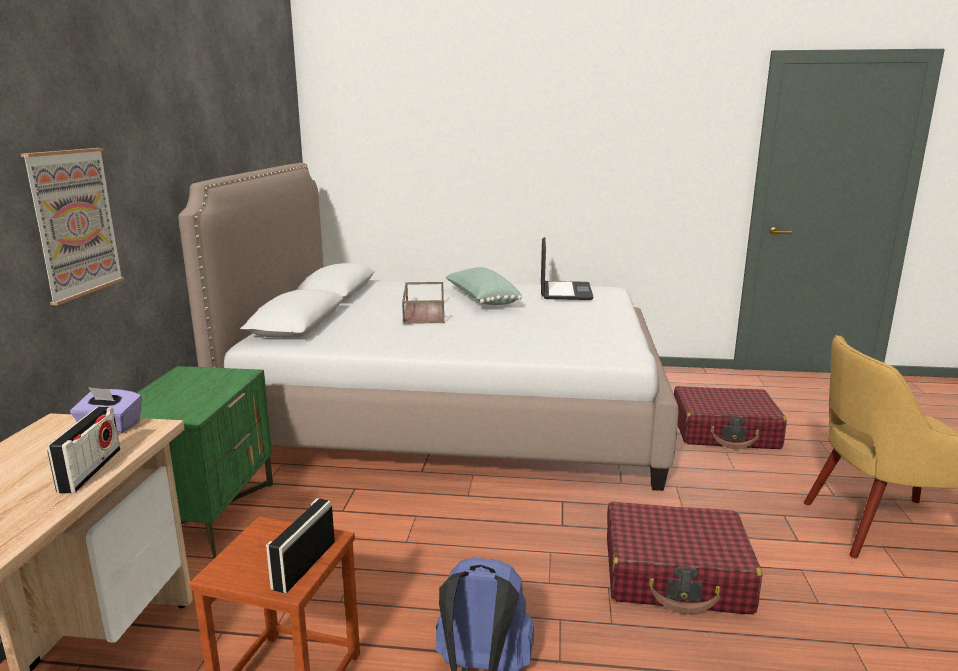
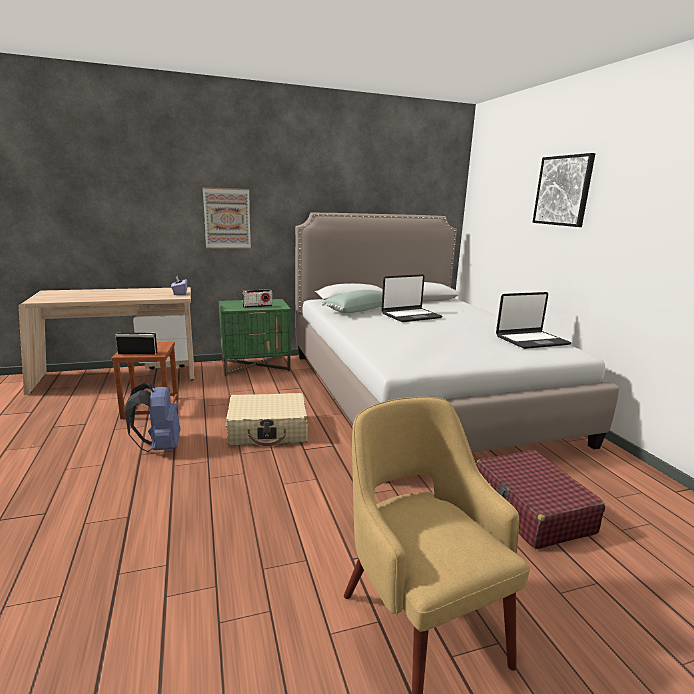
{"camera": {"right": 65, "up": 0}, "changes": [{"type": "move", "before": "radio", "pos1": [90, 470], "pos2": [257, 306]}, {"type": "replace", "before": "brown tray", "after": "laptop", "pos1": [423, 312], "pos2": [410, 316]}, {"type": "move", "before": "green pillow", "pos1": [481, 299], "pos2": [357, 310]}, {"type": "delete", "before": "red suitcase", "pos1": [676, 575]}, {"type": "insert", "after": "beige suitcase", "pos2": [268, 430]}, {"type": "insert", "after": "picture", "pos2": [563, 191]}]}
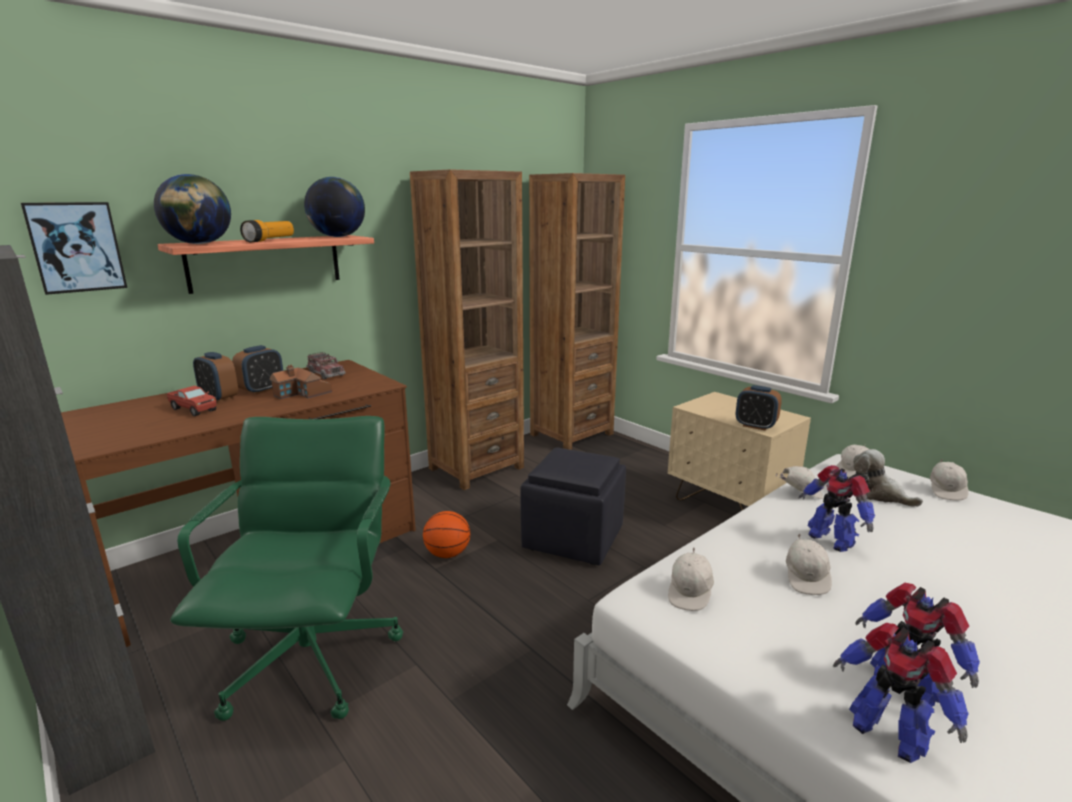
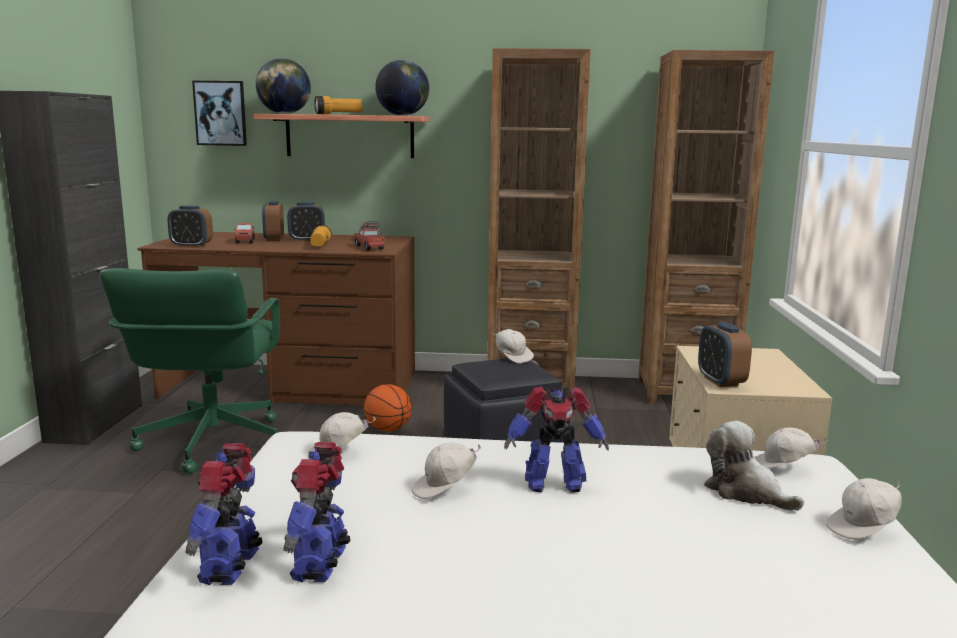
{"camera": {"right": 45, "up": -5}, "changes": [{"type": "rotate", "before": "green office chair", "pos1": [313, 657], "pos2": [211, 443], "turn": 135}, {"type": "replace", "before": "toy house", "after": "flashlight", "pos1": [303, 393], "pos2": [320, 245]}, {"type": "move", "before": "white cap", "pos1": [799, 493], "pos2": [512, 357]}, {"type": "rotate", "before": "toy robot", "pos1": [831, 539], "pos2": [553, 484], "turn": -105}, {"type": "rotate", "before": "plush toy", "pos1": [878, 494], "pos2": [745, 492], "turn": -45}, {"type": "insert", "after": "alarm clock", "pos2": [191, 246]}, {"type": "insert", "after": "toy truck", "pos2": [369, 248]}]}
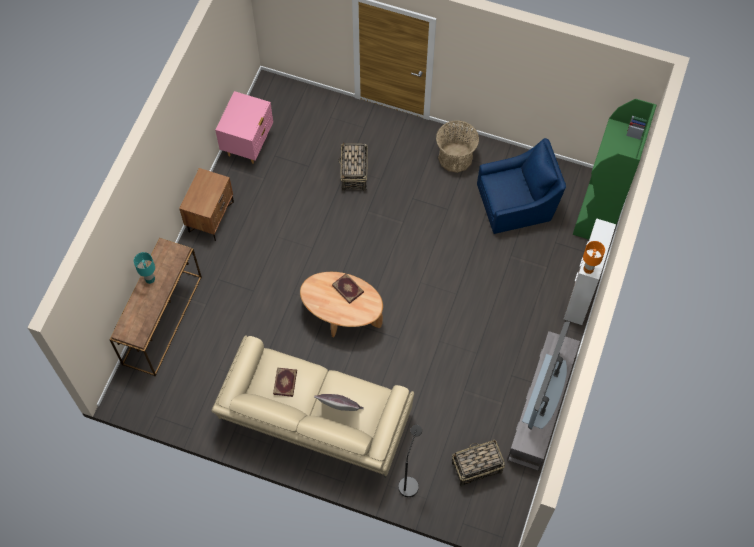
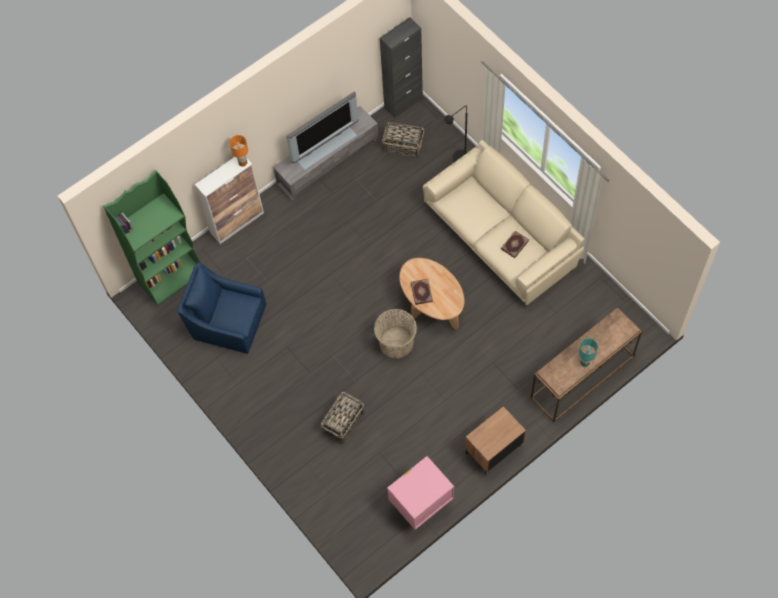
{"camera": {"right": -145, "up": 0}, "changes": [{"type": "delete", "before": "grey pillow", "pos1": [339, 409]}, {"type": "move", "before": "basket", "pos1": [455, 157], "pos2": [396, 343]}, {"type": "insert", "after": "black cabinet", "pos2": [403, 103]}]}
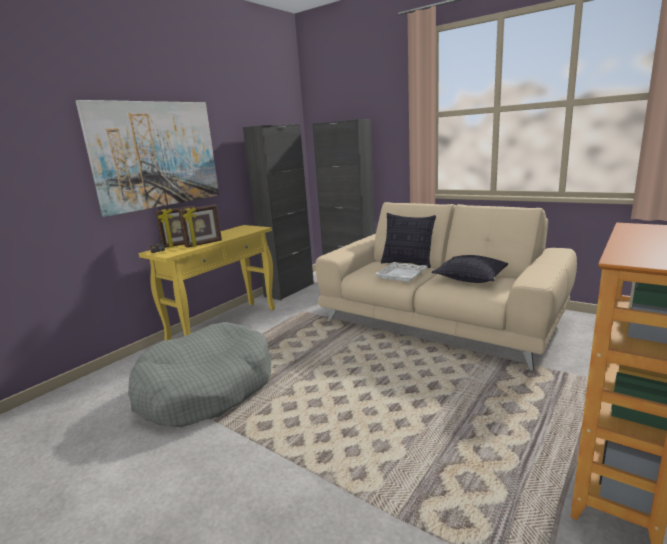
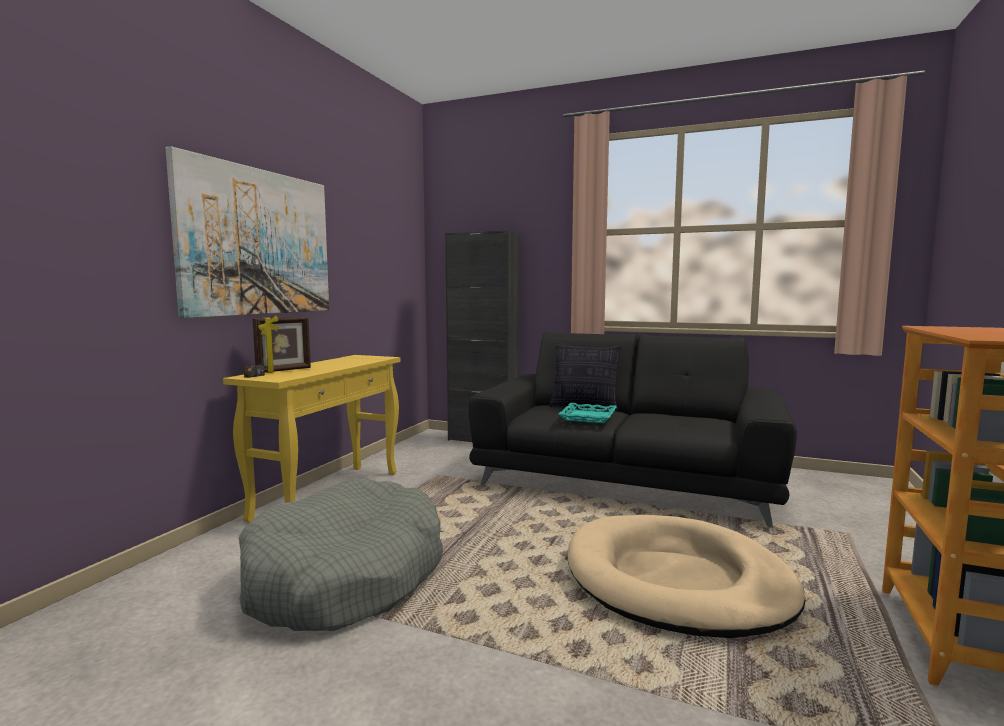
{"camera": {"right": -15, "up": -10}, "changes": [{"type": "delete", "before": "picture frame", "pos1": [204, 244]}, {"type": "delete", "before": "black cabinet", "pos1": [289, 290]}, {"type": "recolor", "before": "beige sofa", "after": "black sofa", "pos1": [440, 320], "pos2": [627, 479]}, {"type": "recolor", "before": "white tray", "after": "turquoise tray", "pos1": [401, 275], "pos2": [587, 417]}, {"type": "delete", "before": "pillow", "pos1": [471, 278]}, {"type": "insert", "after": "beige dog bed", "pos2": [677, 581]}]}
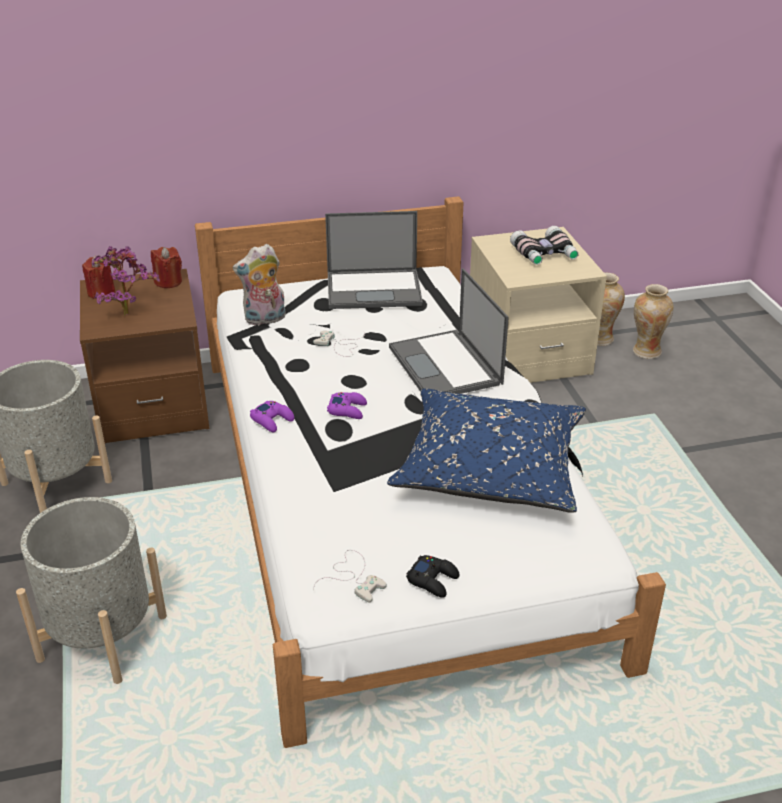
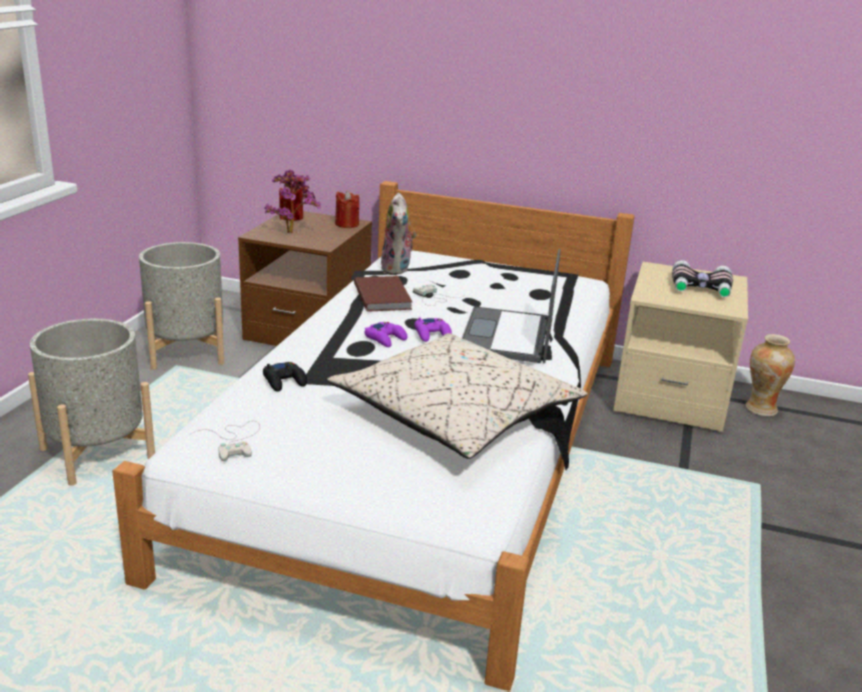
{"camera": {"right": 30, "up": -10}, "changes": [{"type": "rotate", "before": "plush toy", "pos1": [264, 320], "pos2": [398, 269], "turn": -105}, {"type": "move", "before": "purple game controller", "pos1": [272, 420], "pos2": [432, 334]}, {"type": "delete", "before": "laptop", "pos1": [375, 289]}, {"type": "recolor", "before": "blue pillow", "after": "beige pillow", "pos1": [490, 468], "pos2": [455, 416]}, {"type": "move", "before": "black game controller", "pos1": [433, 580], "pos2": [284, 381]}, {"type": "delete", "before": "vase", "pos1": [646, 352]}, {"type": "insert", "after": "brown book", "pos2": [384, 296]}]}
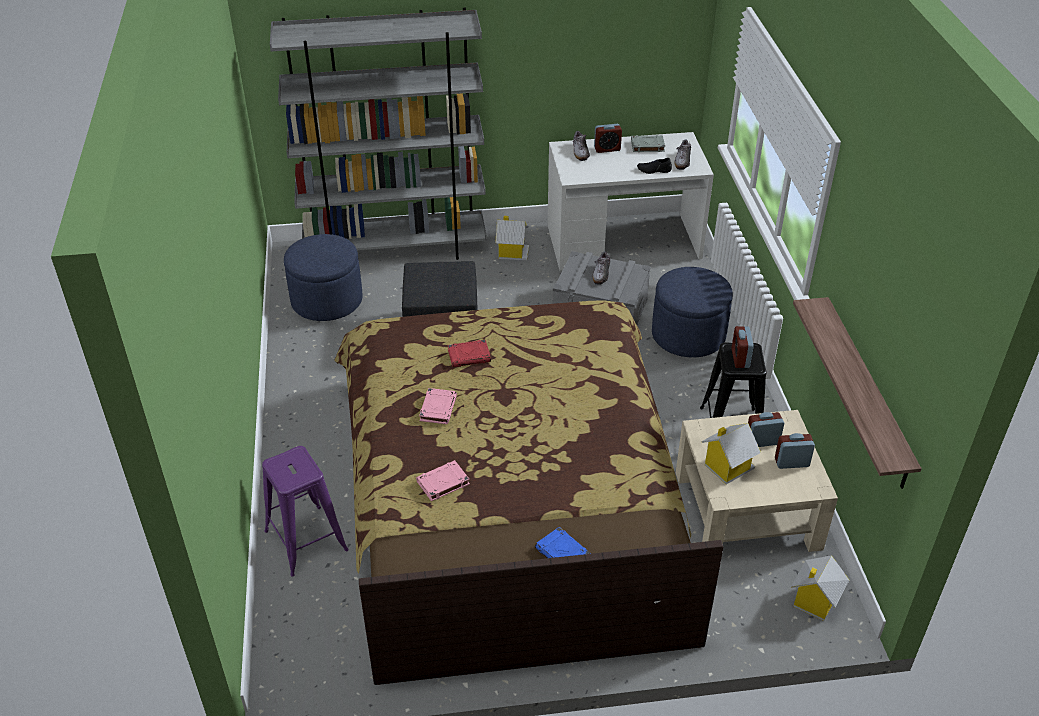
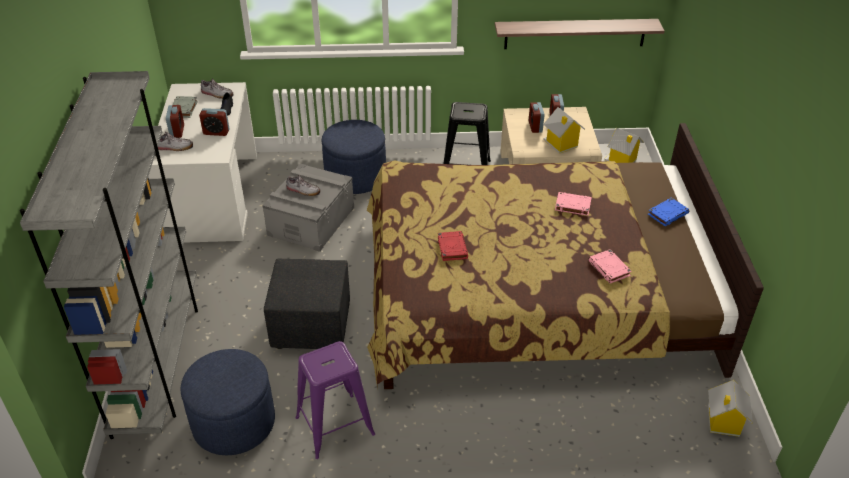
{"camera": {"right": -85, "up": 0}, "changes": [{"type": "move", "before": "purple stool", "pos1": [306, 541], "pos2": [335, 425]}, {"type": "move", "before": "pink book", "pos1": [438, 408], "pos2": [572, 206]}, {"type": "move", "before": "toy house", "pos1": [512, 252], "pos2": [723, 422]}, {"type": "move", "before": "alarm clock", "pos1": [740, 358], "pos2": [216, 132]}]}
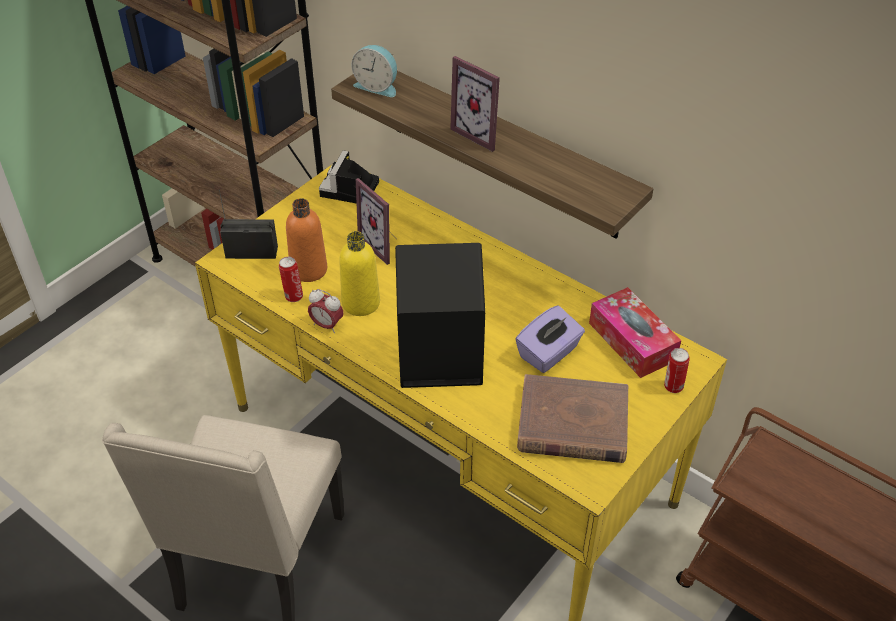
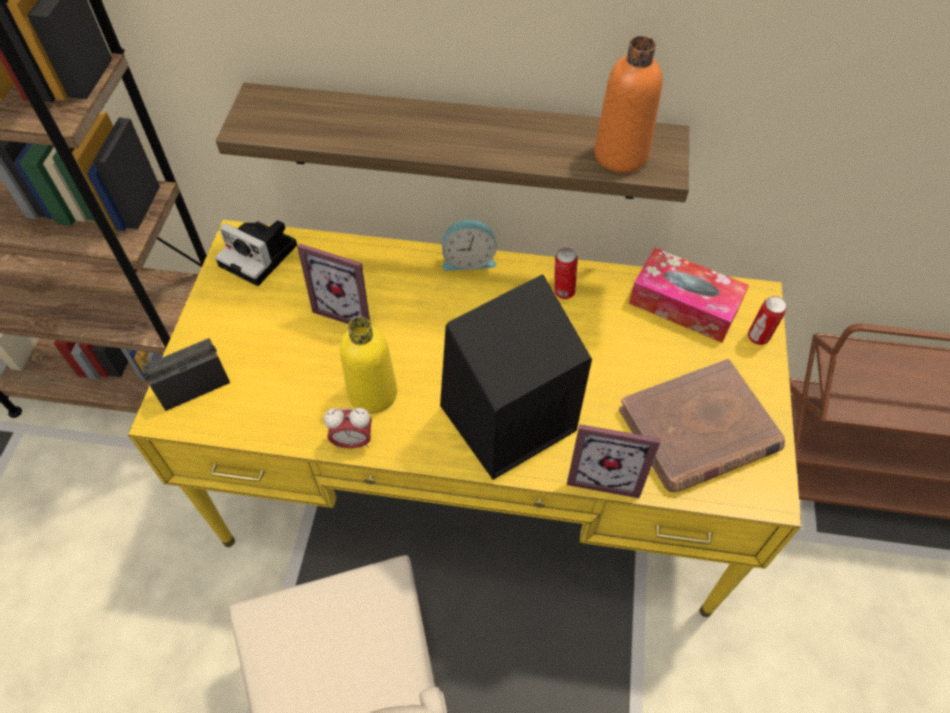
{"camera": {"right": -30, "up": 10}, "changes": [{"type": "move", "before": "can", "pos1": [293, 296], "pos2": [563, 291]}, {"type": "move", "before": "orange bottle", "pos1": [309, 270], "pos2": [621, 155]}, {"type": "rotate", "before": "photo camera", "pos1": [349, 190], "pos2": [261, 256], "turn": -45}, {"type": "move", "before": "alarm clock", "pos1": [377, 86], "pos2": [468, 259]}, {"type": "move", "before": "picture frame", "pos1": [481, 133], "pos2": [605, 472]}, {"type": "delete", "before": "purple tissue box", "pos1": [549, 353]}]}
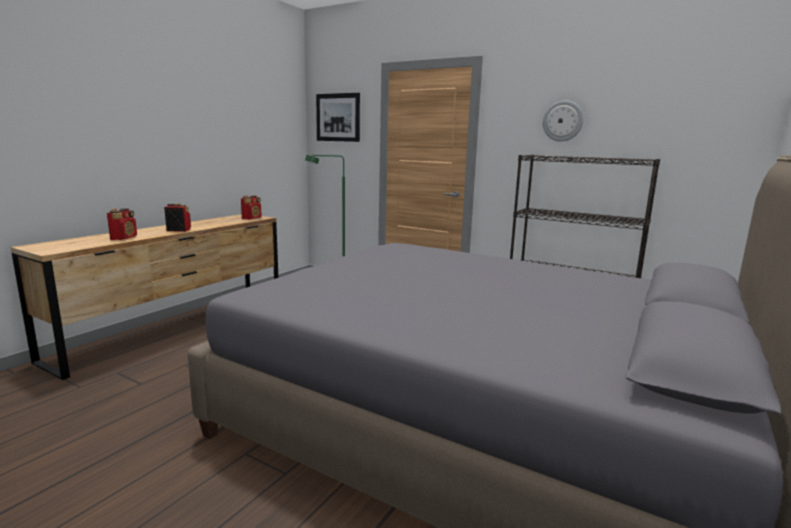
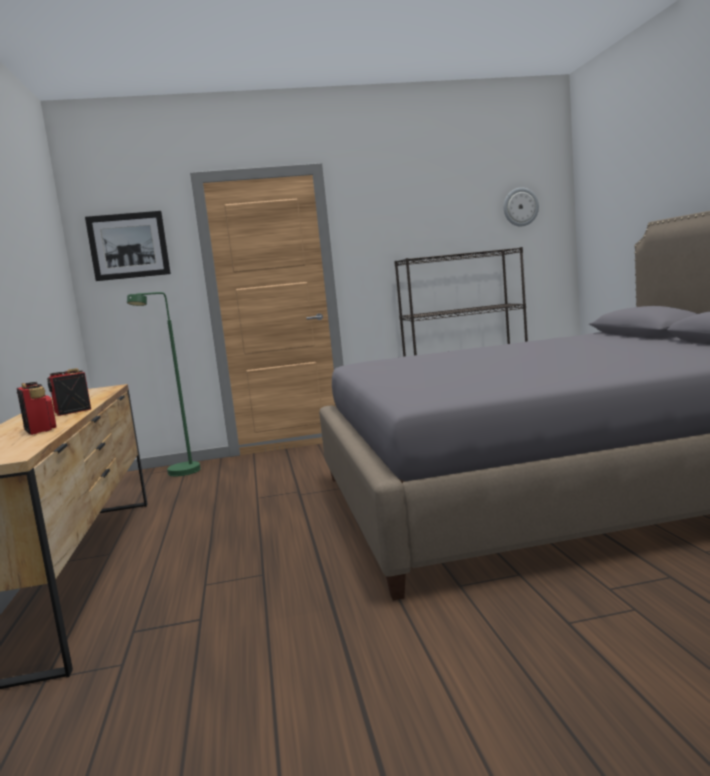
{"camera": {"right": -40, "up": -5}, "changes": [{"type": "delete", "before": "radio", "pos1": [252, 218]}, {"type": "move", "before": "wall clock", "pos1": [563, 121], "pos2": [520, 207]}]}
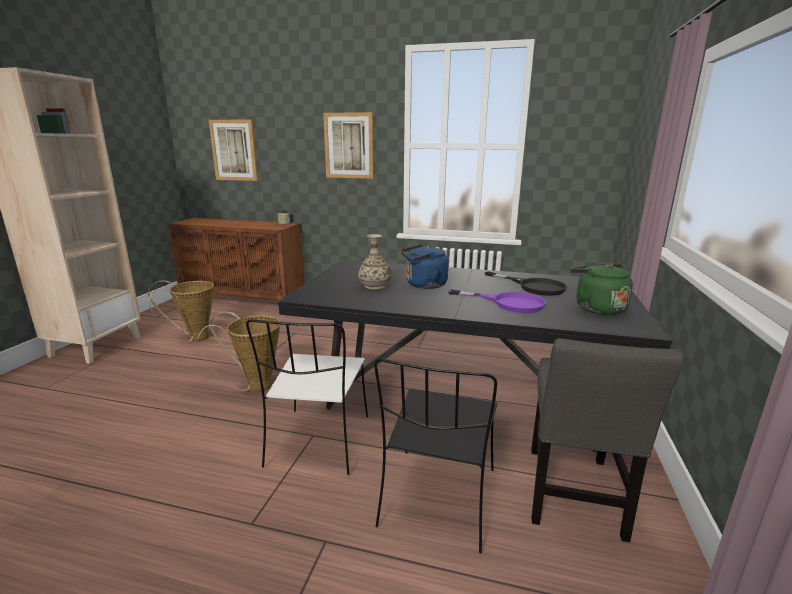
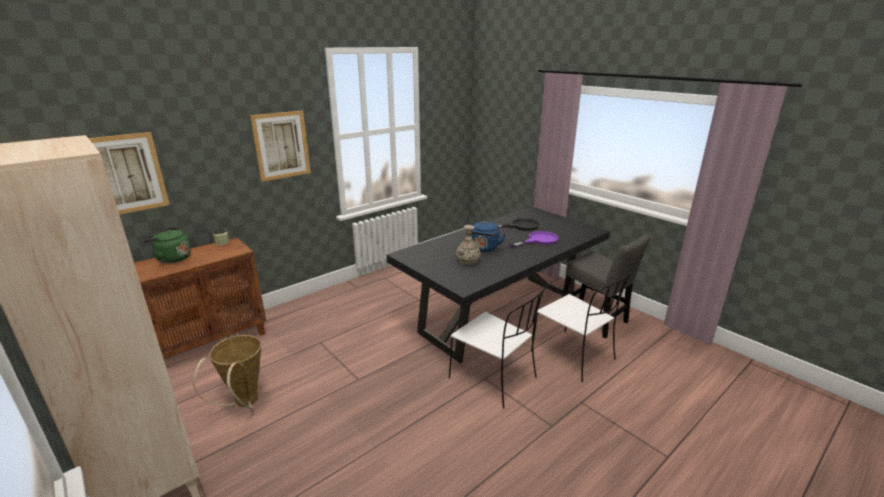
{"camera": {"right": -55, "up": 5}, "changes": [{"type": "delete", "before": "basket", "pos1": [254, 386]}, {"type": "recolor", "before": "black chair", "after": "white chair", "pos1": [438, 499], "pos2": [574, 356]}, {"type": "move", "before": "green kettle", "pos1": [596, 308], "pos2": [172, 258]}]}
